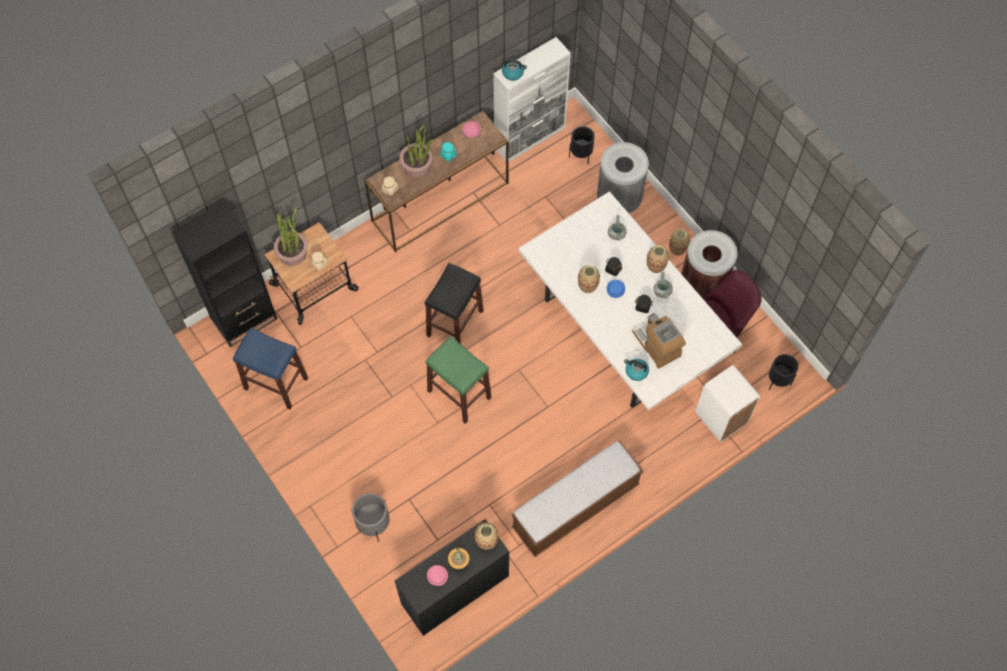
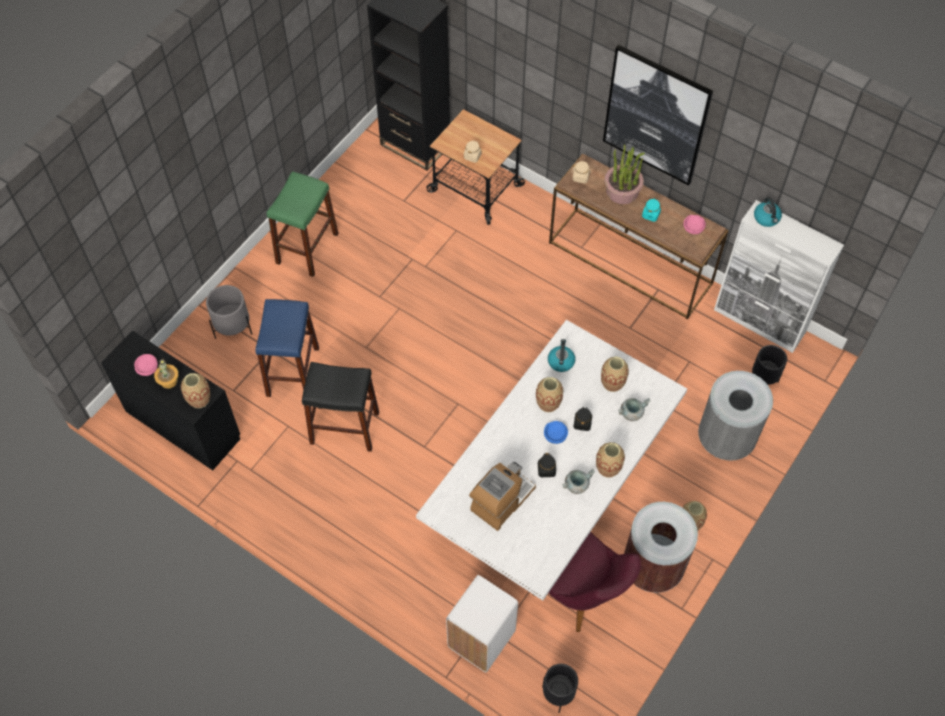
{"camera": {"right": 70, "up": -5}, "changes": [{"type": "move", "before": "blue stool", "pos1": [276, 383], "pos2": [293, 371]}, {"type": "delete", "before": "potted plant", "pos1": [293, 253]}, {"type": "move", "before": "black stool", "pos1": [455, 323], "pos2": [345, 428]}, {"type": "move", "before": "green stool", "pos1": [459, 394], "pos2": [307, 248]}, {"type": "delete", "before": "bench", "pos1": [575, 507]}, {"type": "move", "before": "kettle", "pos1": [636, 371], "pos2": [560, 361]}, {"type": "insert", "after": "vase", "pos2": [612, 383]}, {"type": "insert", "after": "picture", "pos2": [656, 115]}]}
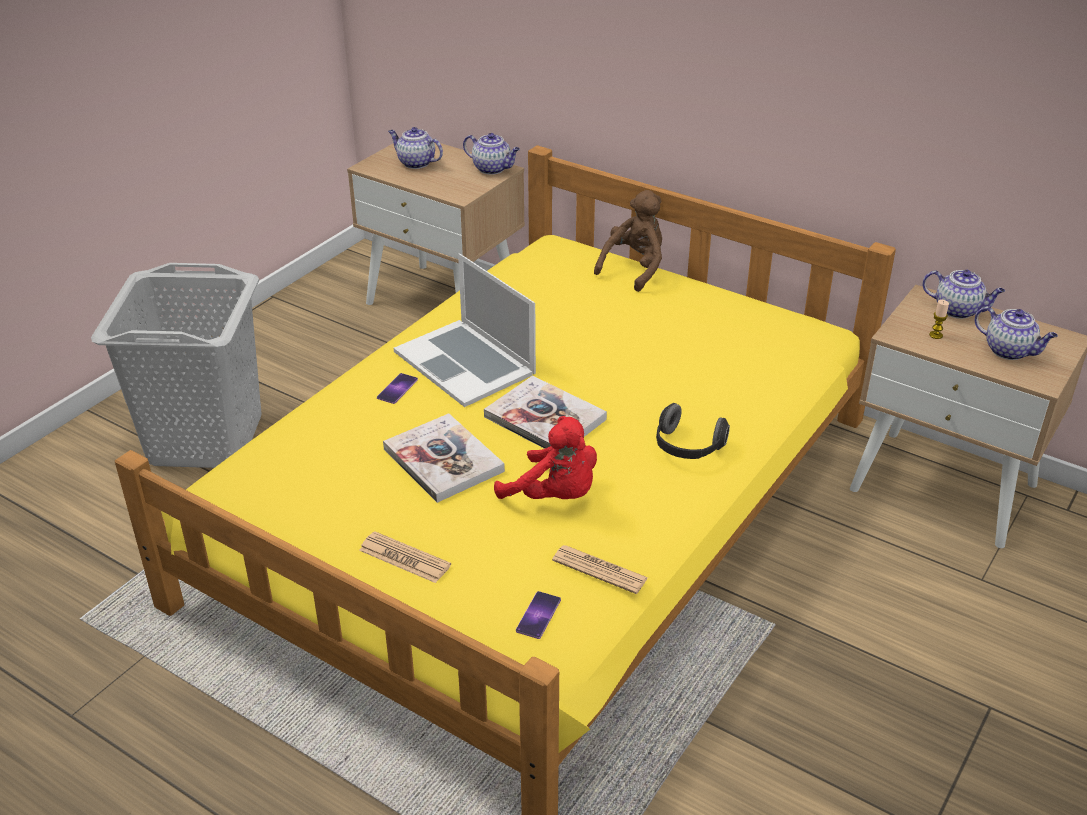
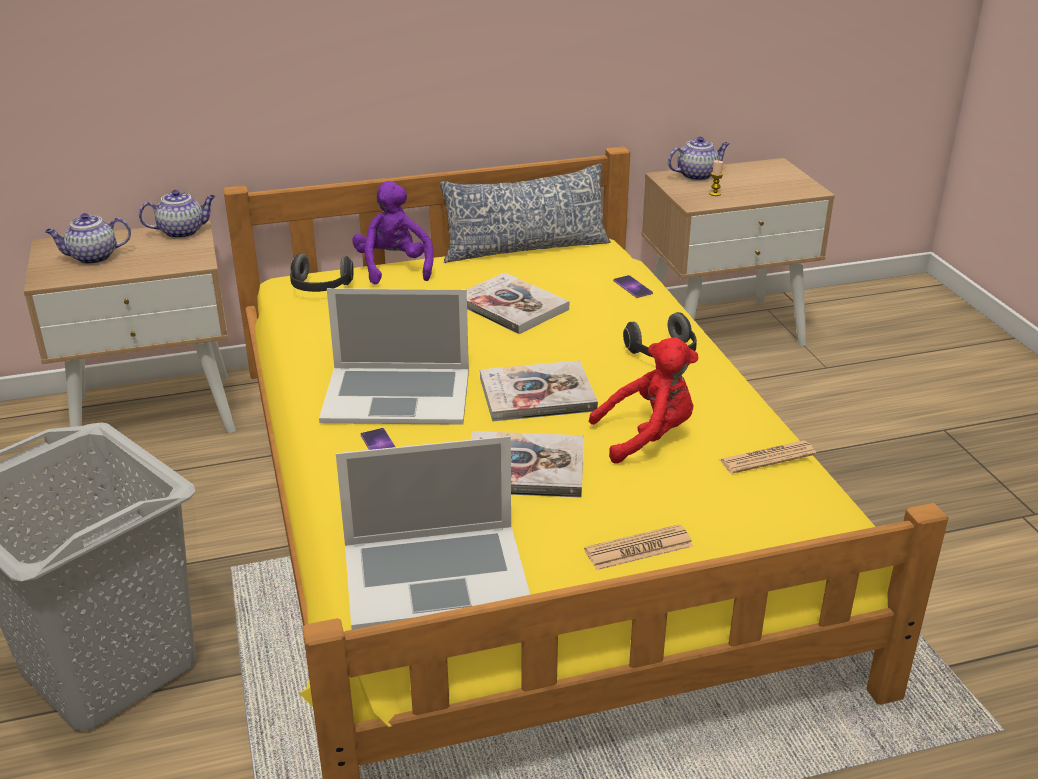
{"camera": {"right": -50, "up": -5}, "changes": [{"type": "move", "before": "phone", "pos1": [538, 615], "pos2": [632, 287]}, {"type": "recolor", "before": "brown plush toy", "after": "purple plush toy", "pos1": [634, 269], "pos2": [394, 267]}, {"type": "delete", "before": "teapot", "pos1": [1010, 351]}, {"type": "insert", "after": "headphones", "pos2": [320, 288]}, {"type": "insert", "after": "laptop", "pos2": [435, 575]}, {"type": "insert", "after": "pillow", "pos2": [525, 248]}, {"type": "insert", "after": "book", "pos2": [511, 306]}]}
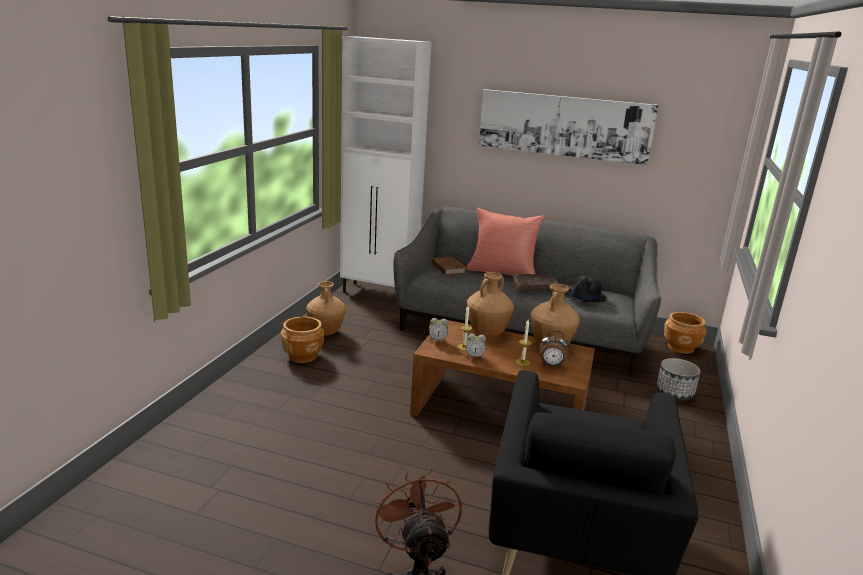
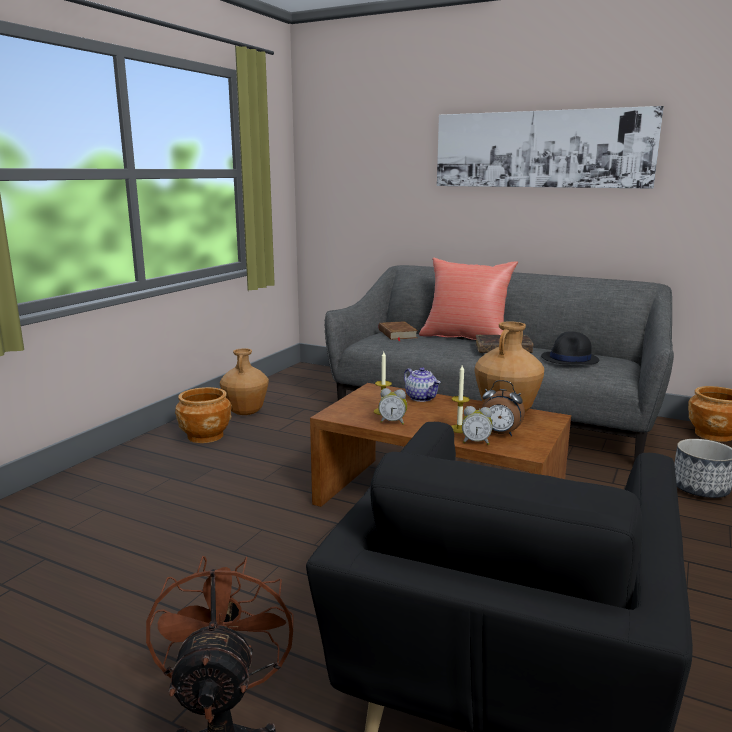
{"camera": {"right": 10, "up": -5}, "changes": [{"type": "delete", "before": "white cabinet", "pos1": [380, 293]}, {"type": "move", "before": "alarm clock", "pos1": [437, 340], "pos2": [476, 442]}, {"type": "replace", "before": "brown vase", "after": "teapot", "pos1": [487, 334], "pos2": [422, 398]}]}
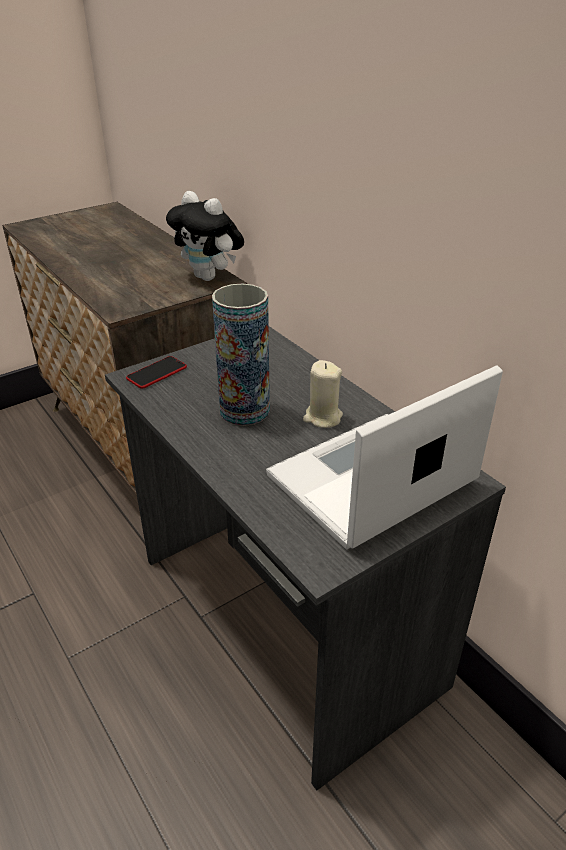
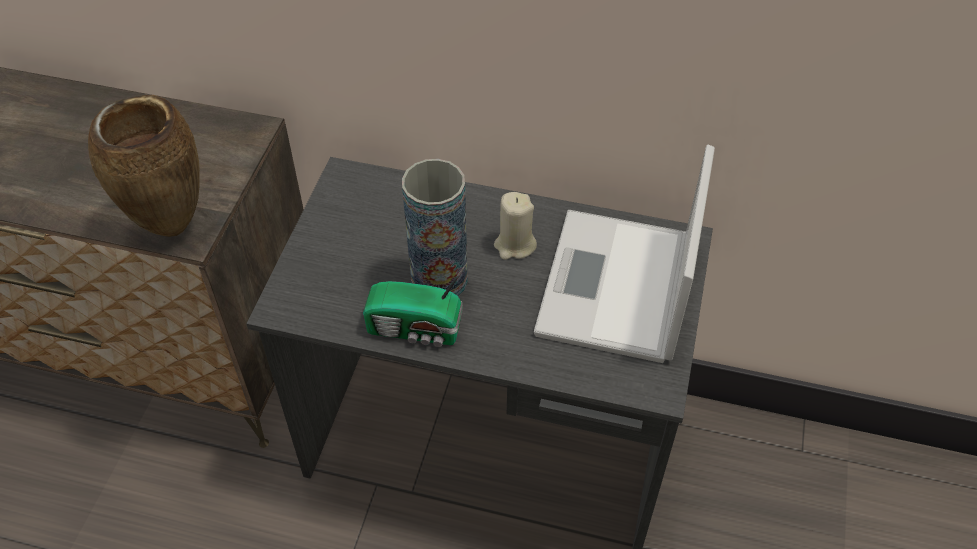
{"camera": {"right": -40, "up": 15}, "changes": [{"type": "delete", "before": "phone", "pos1": [157, 373]}, {"type": "delete", "before": "plush toy", "pos1": [209, 277]}, {"type": "insert", "after": "brown vase", "pos2": [170, 227]}, {"type": "insert", "after": "radio", "pos2": [416, 329]}]}
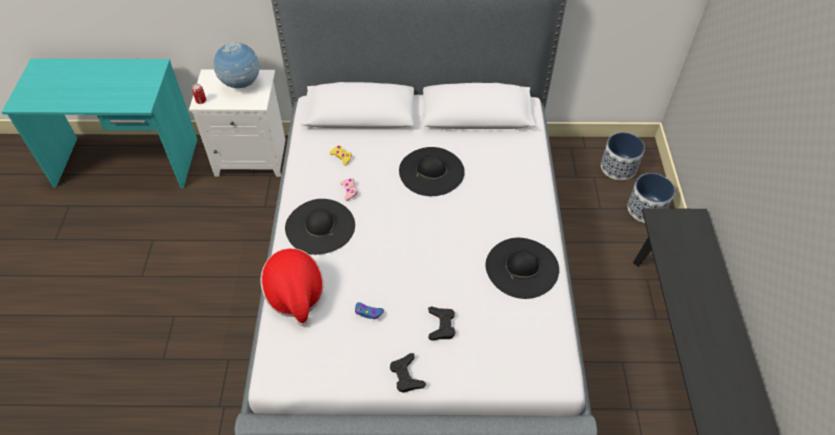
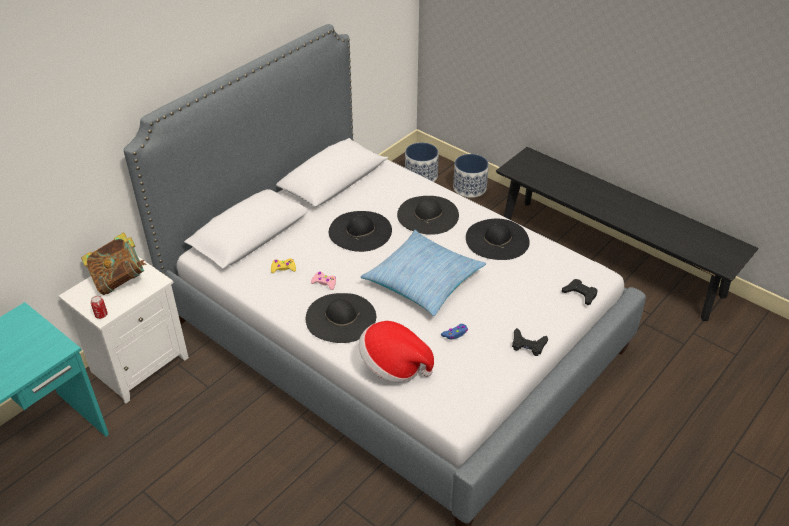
{"camera": {"right": -50, "up": -10}, "changes": [{"type": "replace", "before": "globe", "after": "book", "pos1": [241, 84], "pos2": [119, 280]}, {"type": "move", "before": "black game controller", "pos1": [441, 325], "pos2": [580, 294]}, {"type": "insert", "after": "pillow", "pos2": [423, 280]}, {"type": "insert", "after": "black hat", "pos2": [428, 215]}]}
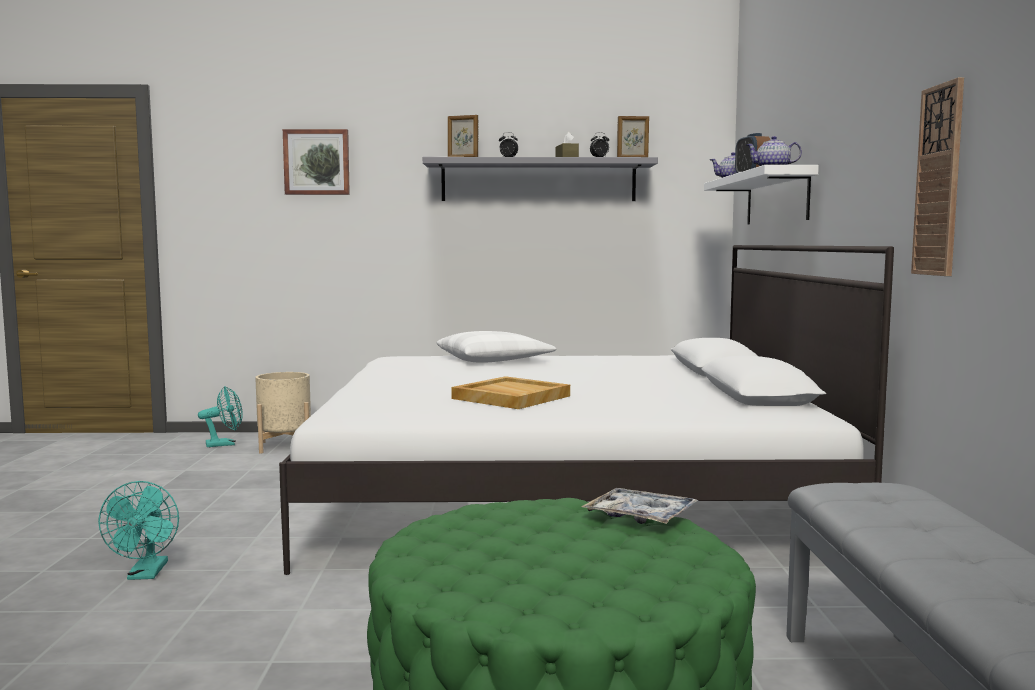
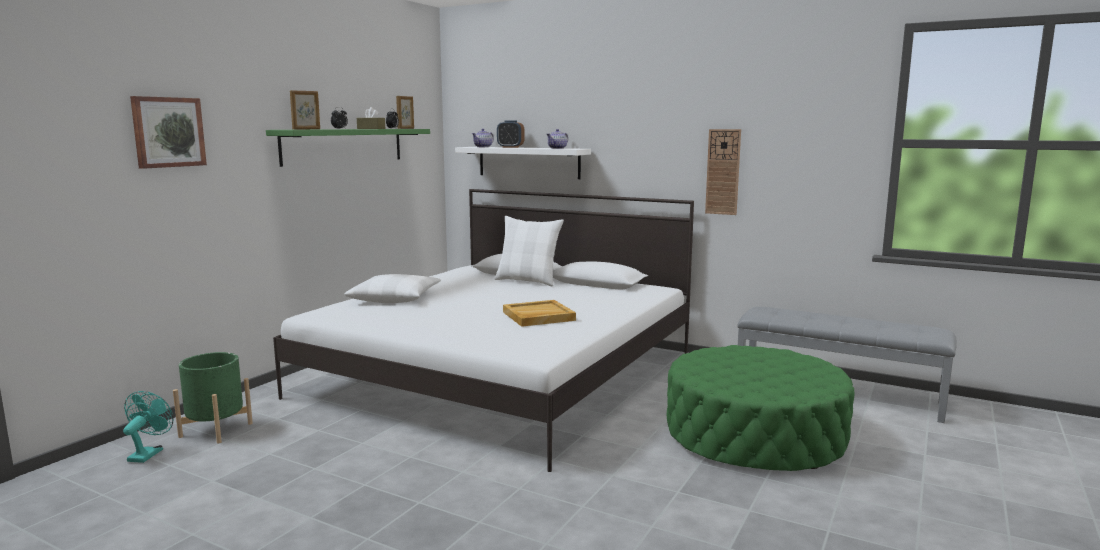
{"camera": {"right": -60, "up": 5}, "changes": [{"type": "delete", "before": "turquoise fan", "pos1": [146, 574]}, {"type": "recolor", "before": "beige planter", "after": "green planter", "pos1": [285, 446], "pos2": [216, 430]}, {"type": "recolor", "before": "grey shelf", "after": "green shelf", "pos1": [538, 181], "pos2": [344, 146]}, {"type": "delete", "before": "tray", "pos1": [640, 516]}, {"type": "insert", "after": "white pillow", "pos2": [528, 281]}]}
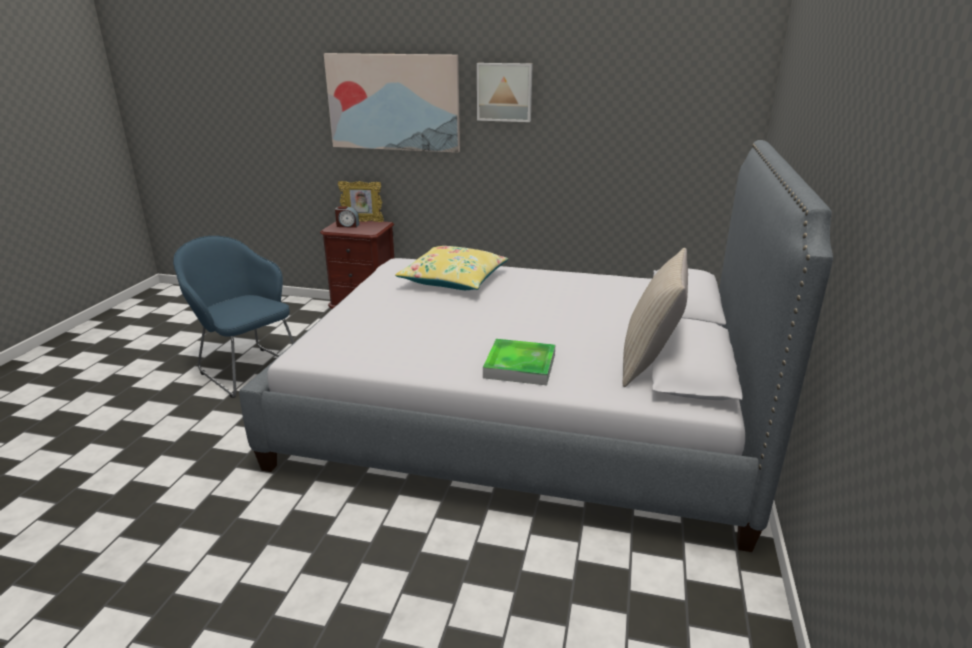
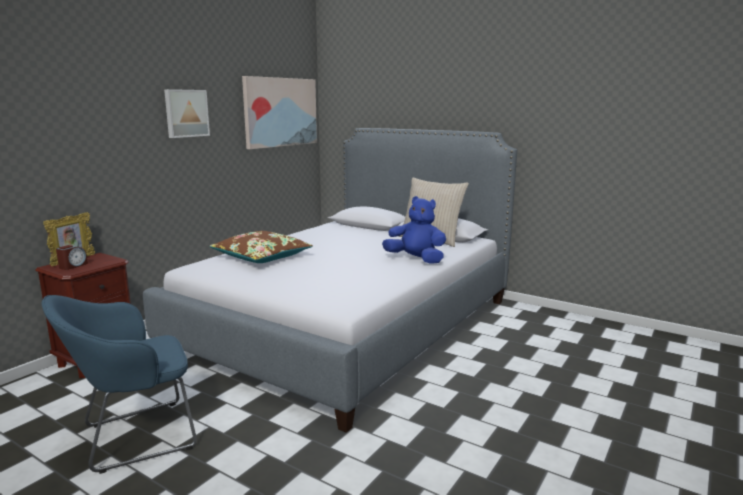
{"camera": {"right": -70, "up": -10}, "changes": [{"type": "move", "before": "picture", "pos1": [393, 102], "pos2": [280, 112]}, {"type": "recolor", "before": "yellow pillow", "after": "brown pillow", "pos1": [454, 279], "pos2": [262, 257]}, {"type": "replace", "before": "tray", "after": "blue plush toy", "pos1": [520, 366], "pos2": [416, 260]}]}
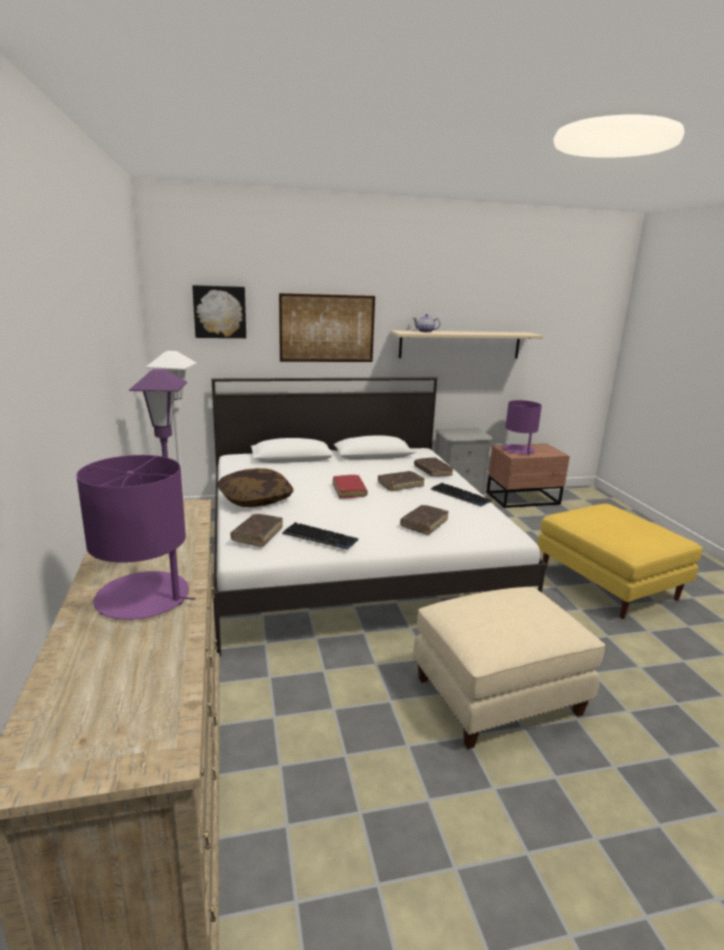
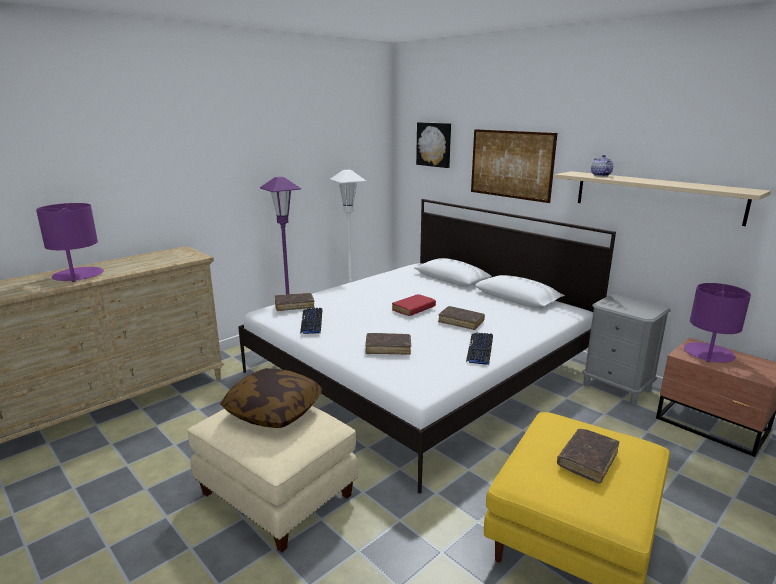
{"camera": {"right": 60, "up": 0}, "changes": [{"type": "move", "before": "pillow", "pos1": [255, 499], "pos2": [274, 411]}, {"type": "move", "before": "brown book", "pos1": [432, 471], "pos2": [587, 460]}]}
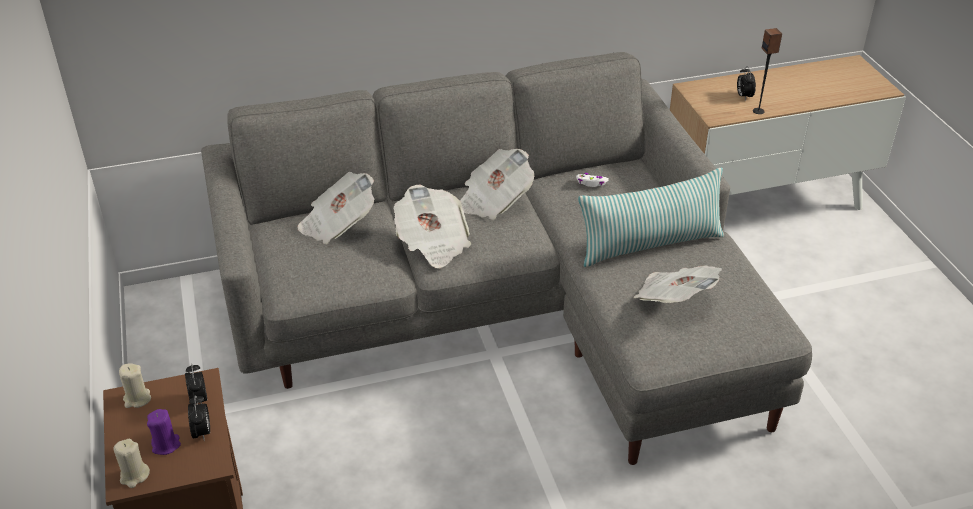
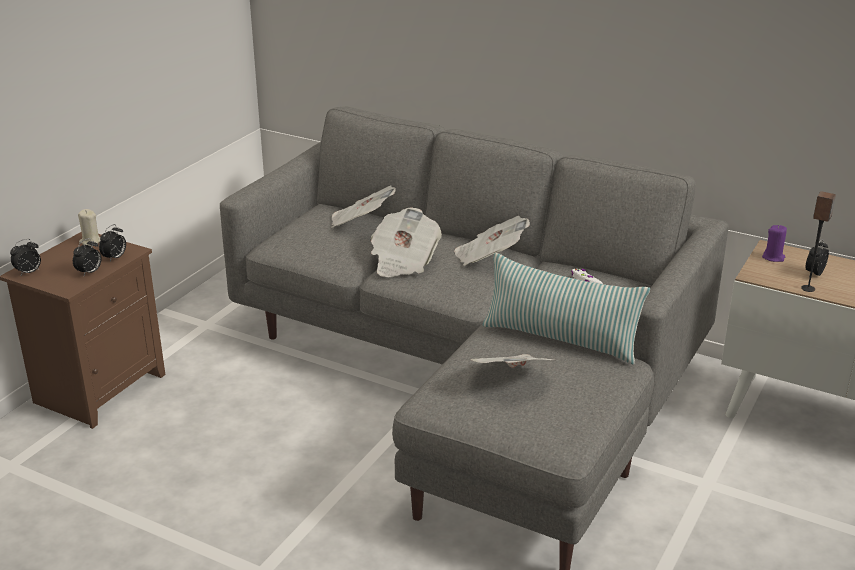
{"camera": {"right": 45, "up": -10}, "changes": [{"type": "replace", "before": "beige candle", "after": "alarm clock", "pos1": [134, 476], "pos2": [29, 272]}, {"type": "move", "before": "purple candle", "pos1": [166, 445], "pos2": [773, 257]}]}
